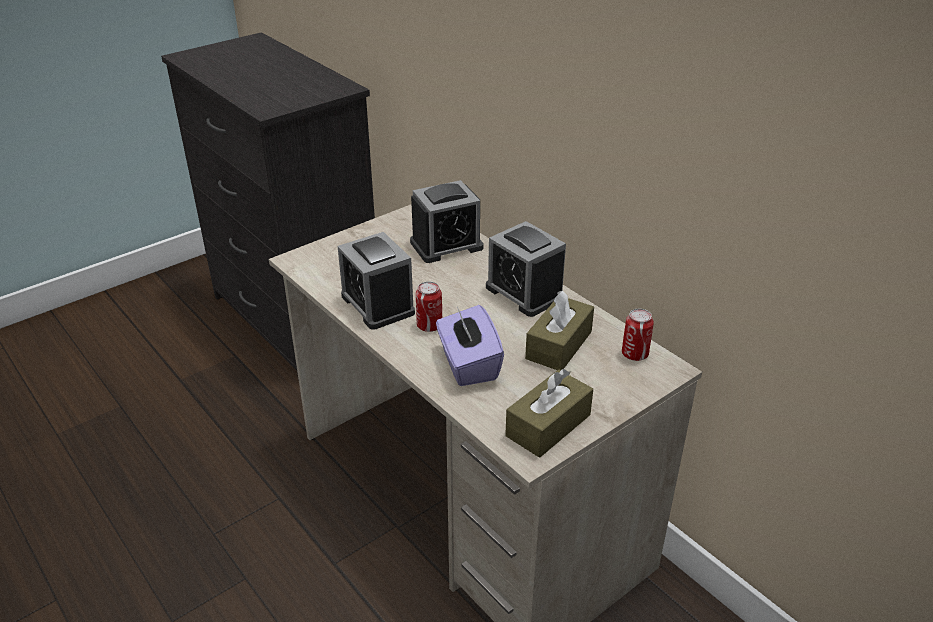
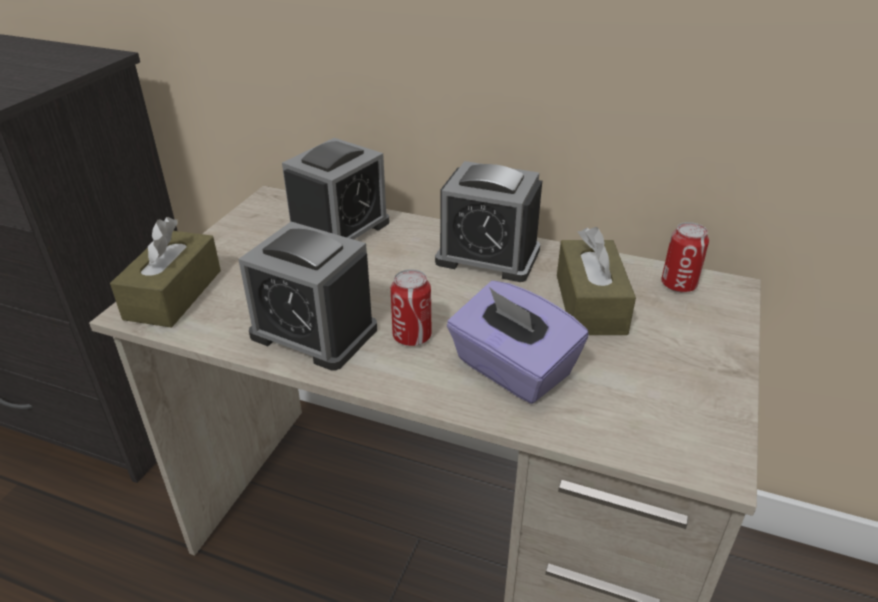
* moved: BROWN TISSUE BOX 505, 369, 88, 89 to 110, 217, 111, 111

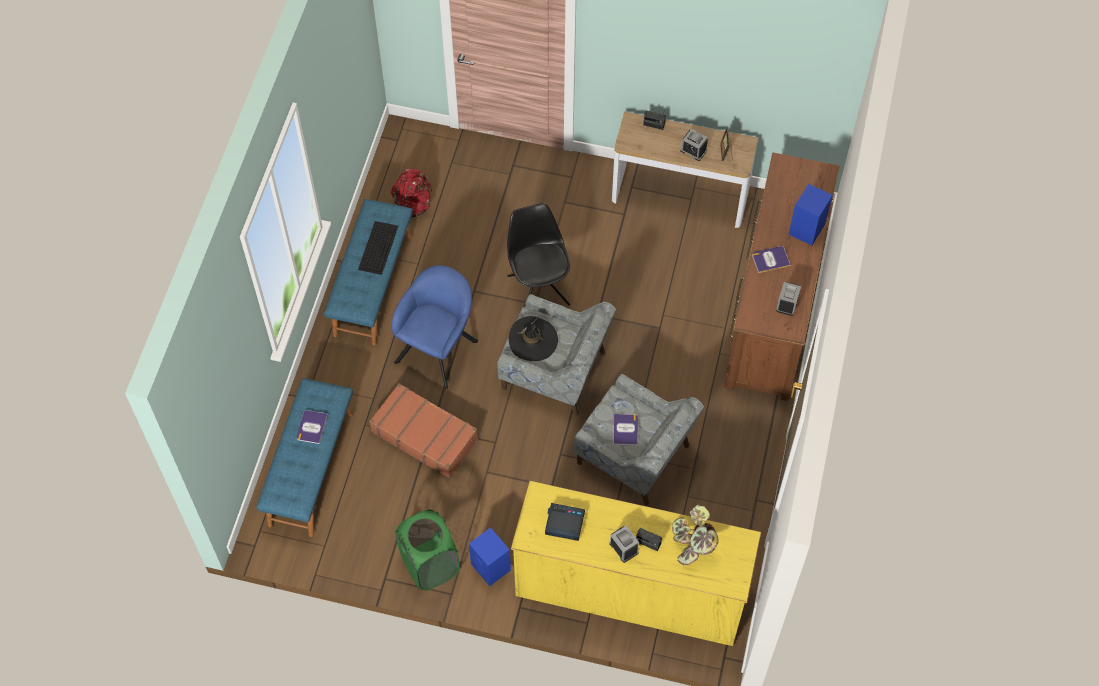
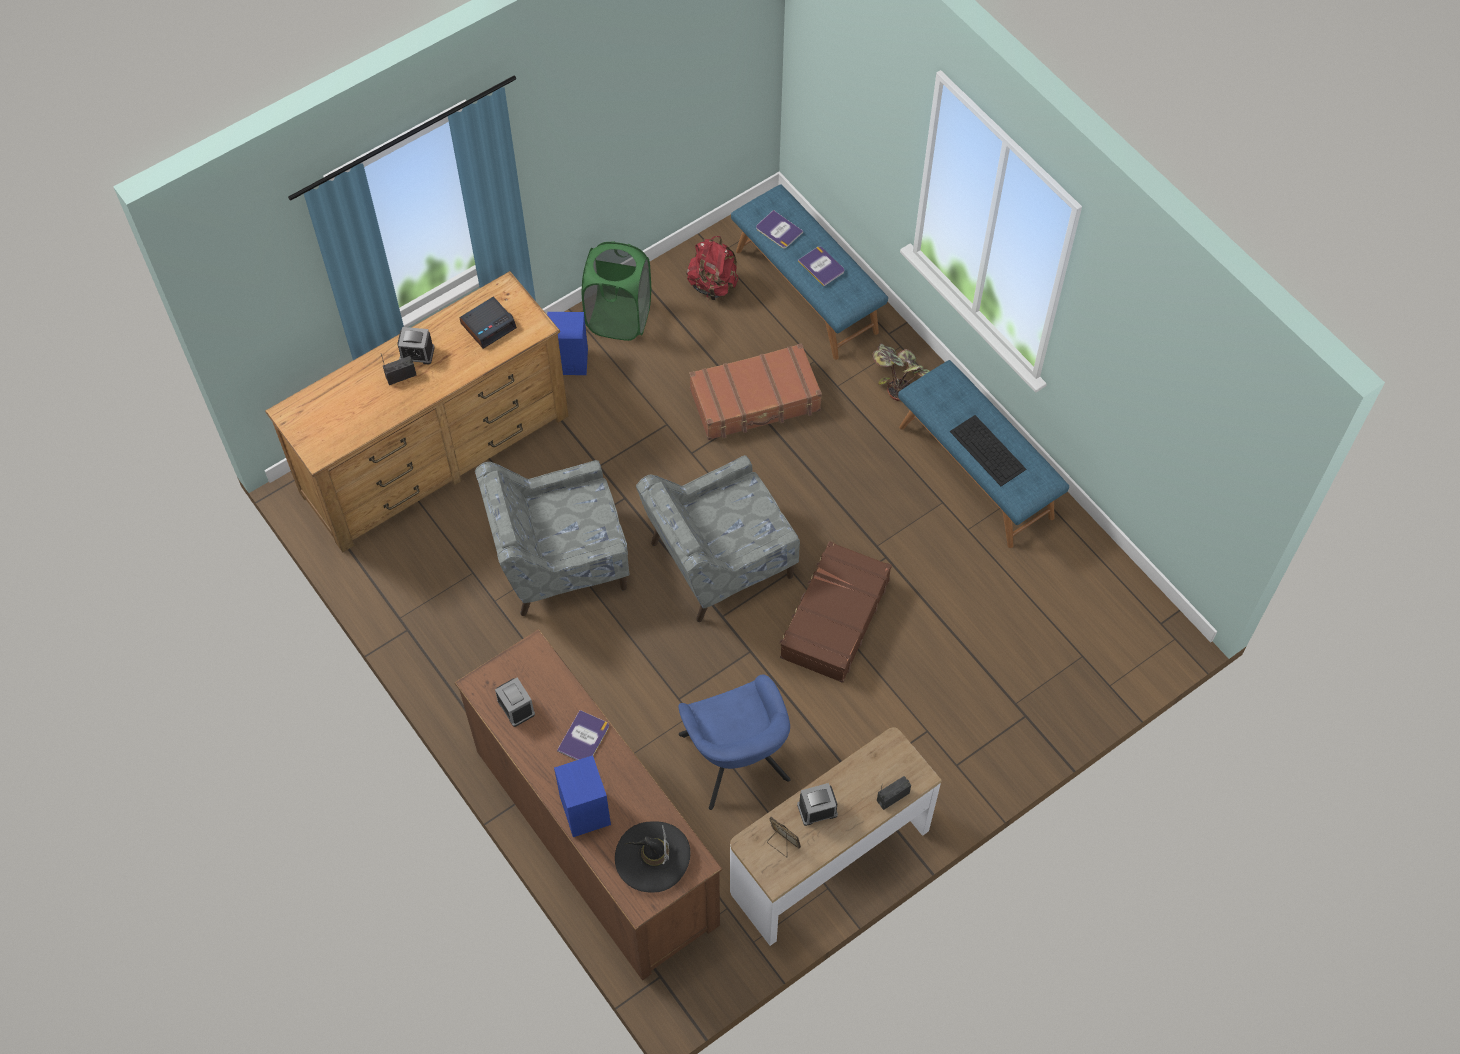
* recoloured: YELLOW DRESSER 511, 480, 250, 166 to BROWN DRESSER 265, 271, 304, 281
* moved: BLACK HAT 509, 316, 49, 45 to 615, 821, 75, 72
* moved: BLUE ARMCHAIR 392, 265, 86, 124 to 679, 674, 112, 136
* moved: RED BACKPACK 391, 169, 41, 51 to 686, 236, 52, 64
* moved: BOOK 613, 414, 25, 31 to 756, 210, 47, 38
* replaced: BLACK CHAIR 507, 203, 63, 104 to BROWN SUITCASE 779, 541, 113, 142
* moved: POTTED PLANT 672, 505, 47, 60 to 872, 343, 58, 58

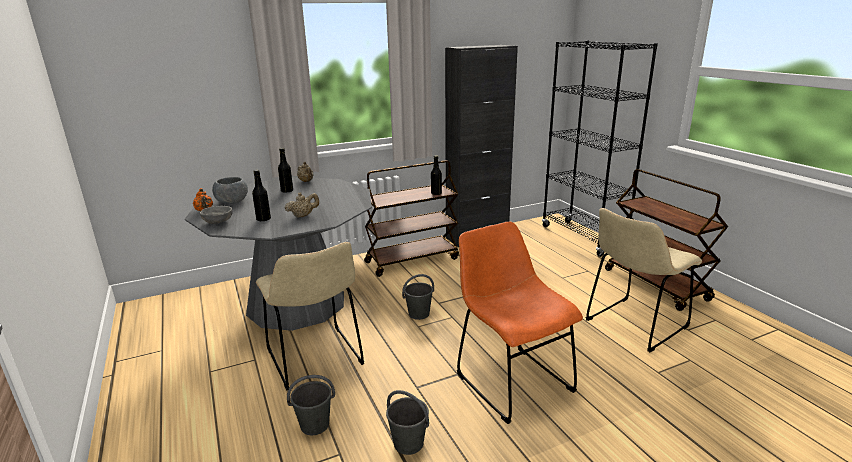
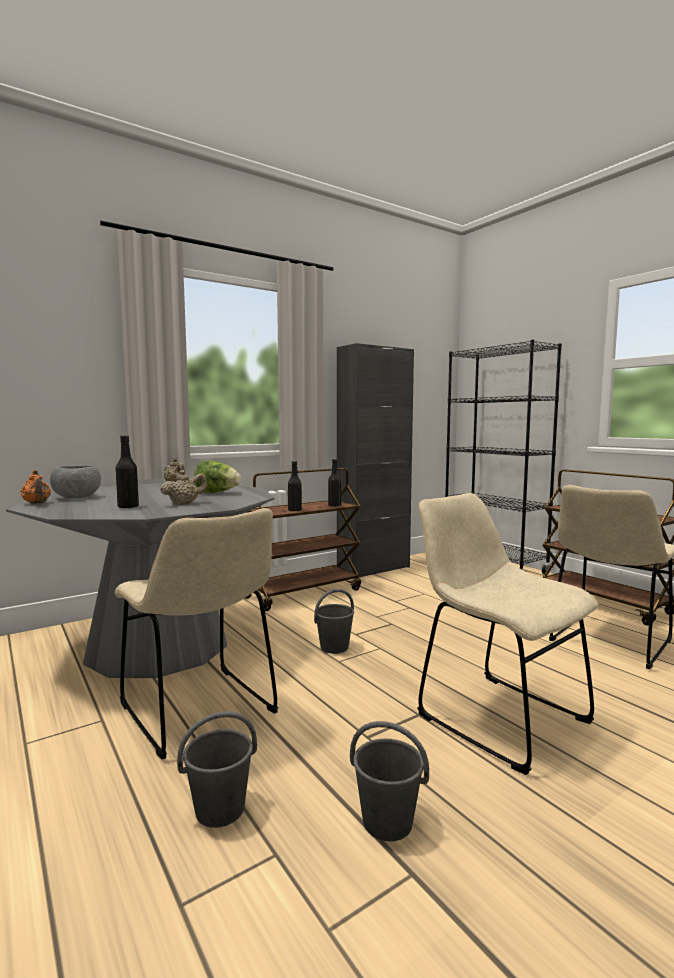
* added: LETTUCE 194, 460, 47, 33
* moved: BLACK BOTTLE 278, 148, 15, 45 to 288, 461, 14, 50
* recoloured: ORANGE CHAIR 457, 221, 126, 203 to BEIGE CHAIR 417, 493, 182, 282
* removed: GREY BOWL 200, 206, 33, 18

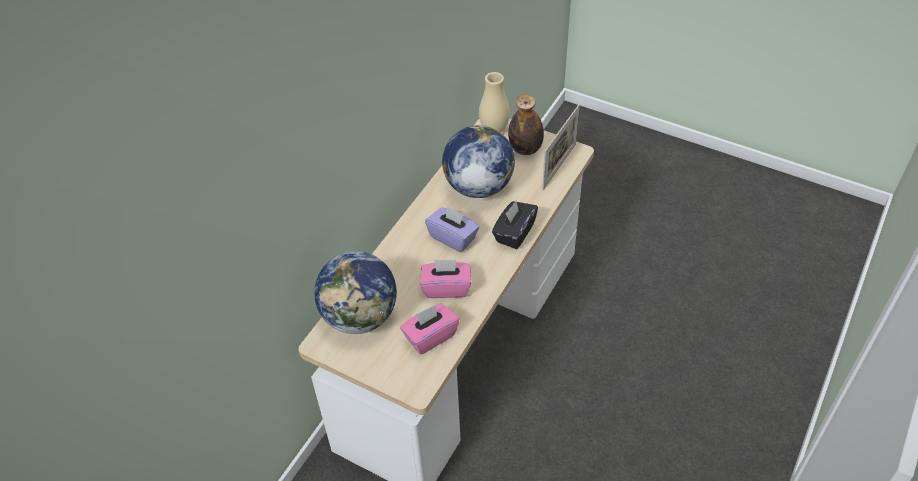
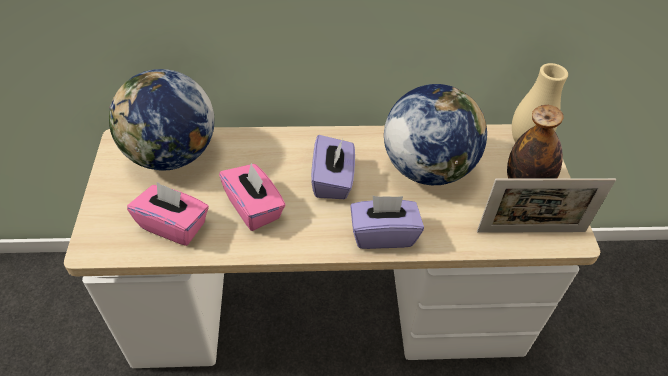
* recoloured: BLACK TISSUE BOX 492, 201, 46, 48 to PURPLE TISSUE BOX 350, 196, 74, 53

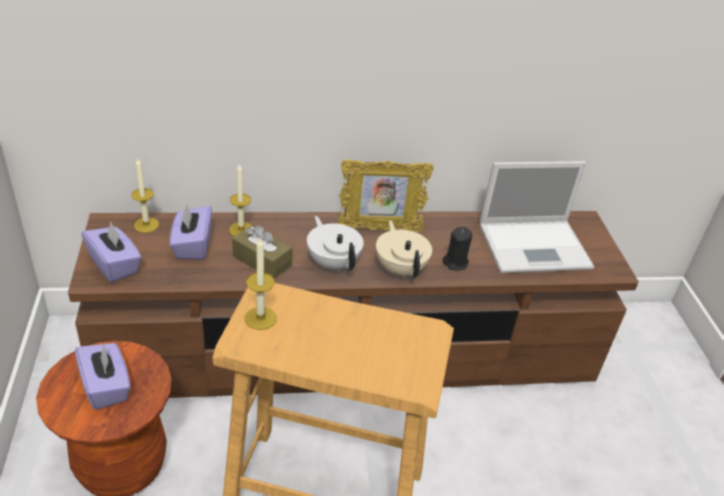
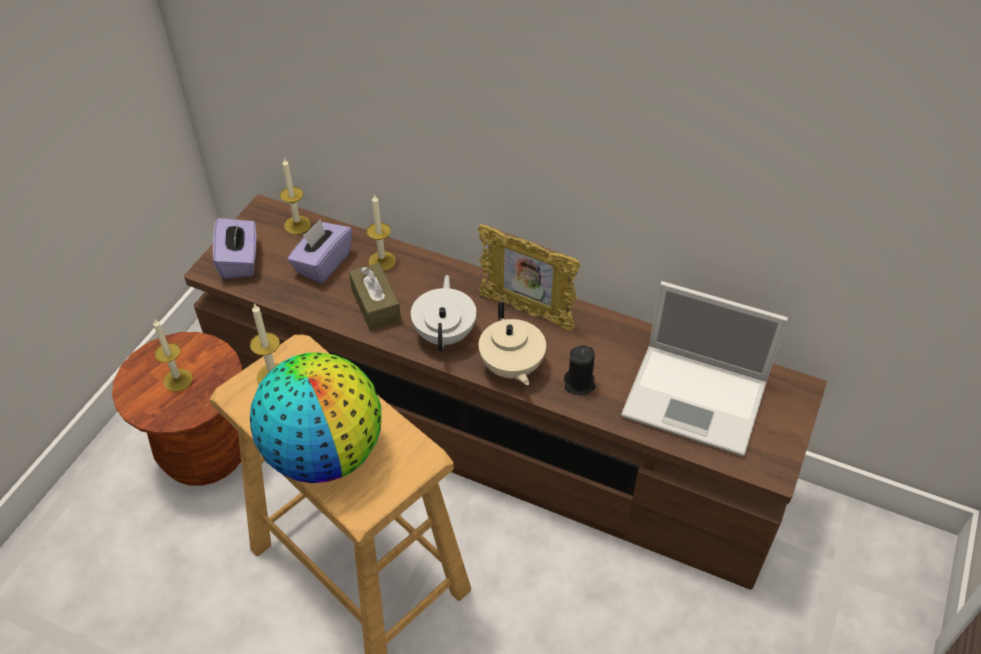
* replaced: PURPLE TISSUE BOX 75, 342, 56, 68 to CANDLE 153, 318, 40, 74
* added: GLOBE 250, 352, 131, 131
* turned: BEIGE TEAPOT 376, 220, 56, 58 = 479, 302, 67, 83 150 degrees clockwise

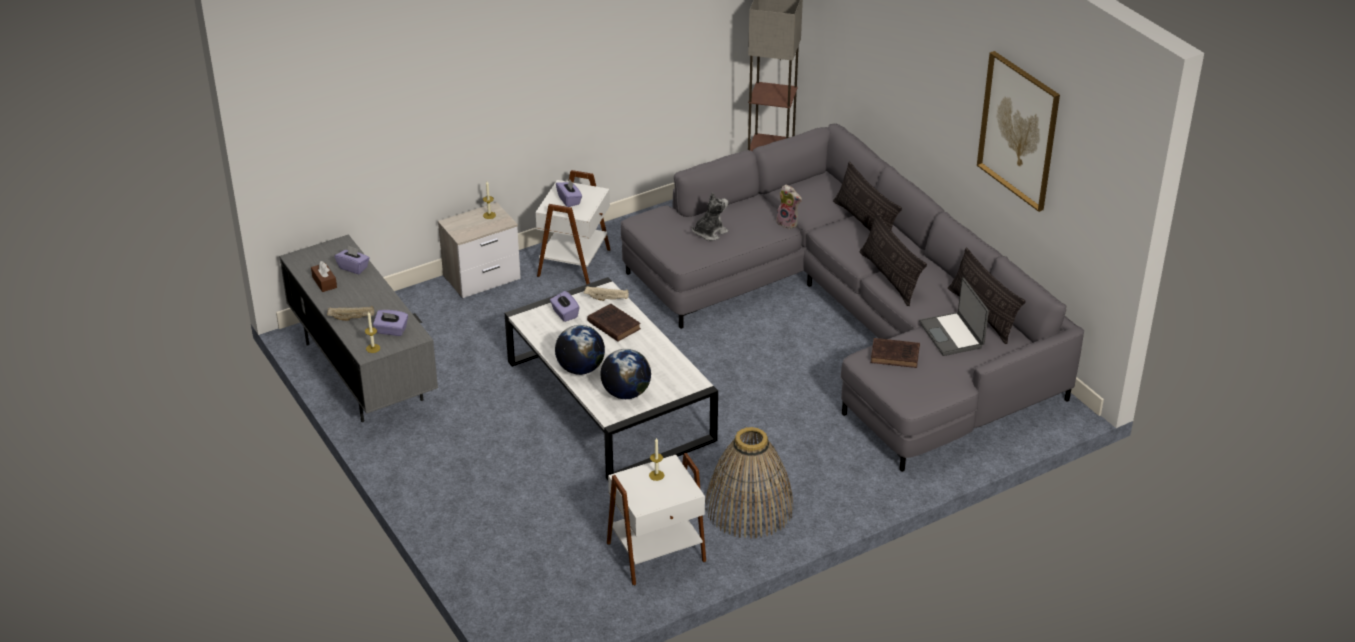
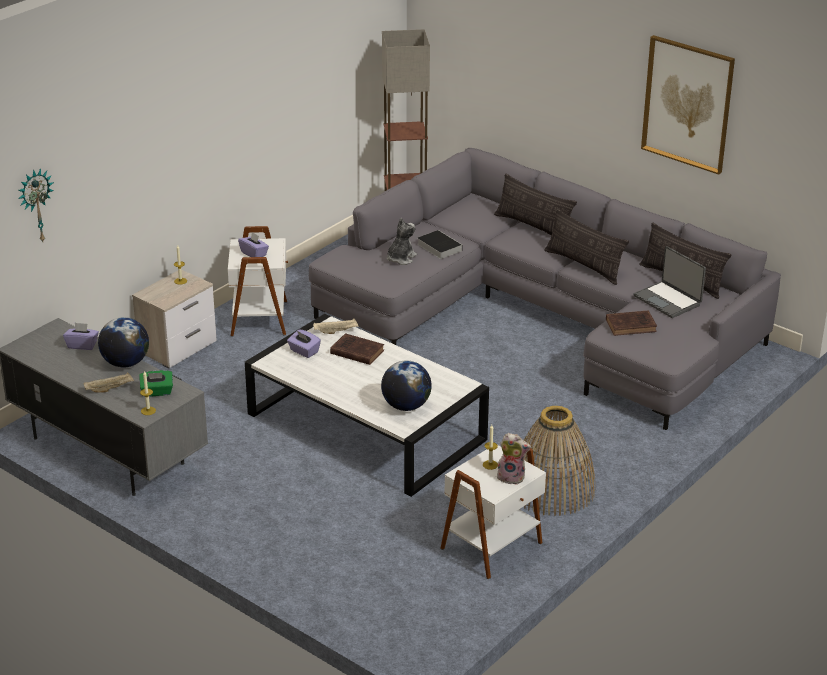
* added: WALL CLOCK 18, 168, 36, 74
* moved: GLOBE 555, 325, 50, 50 to 98, 317, 51, 51
* recoloured: PURPLE TISSUE BOX 373, 310, 35, 26 to GREEN TISSUE BOX 139, 370, 34, 27
* added: BOOK 417, 230, 45, 29
* moved: PLUSH TOY 776, 185, 26, 44 to 497, 433, 34, 52
* removed: BROWN TISSUE BOX 311, 261, 26, 31

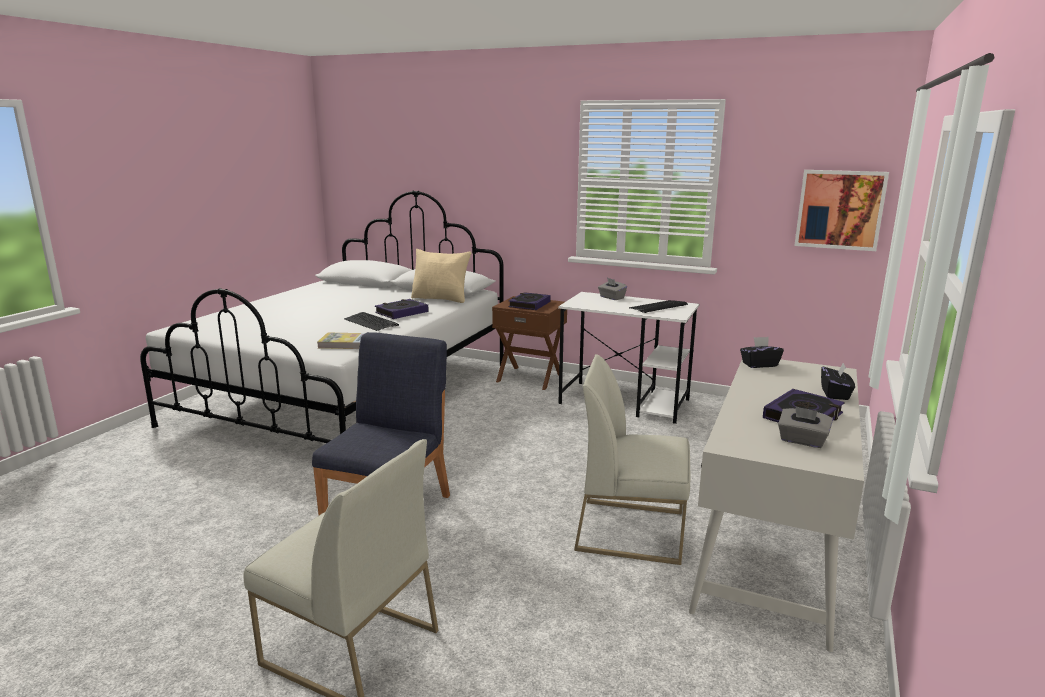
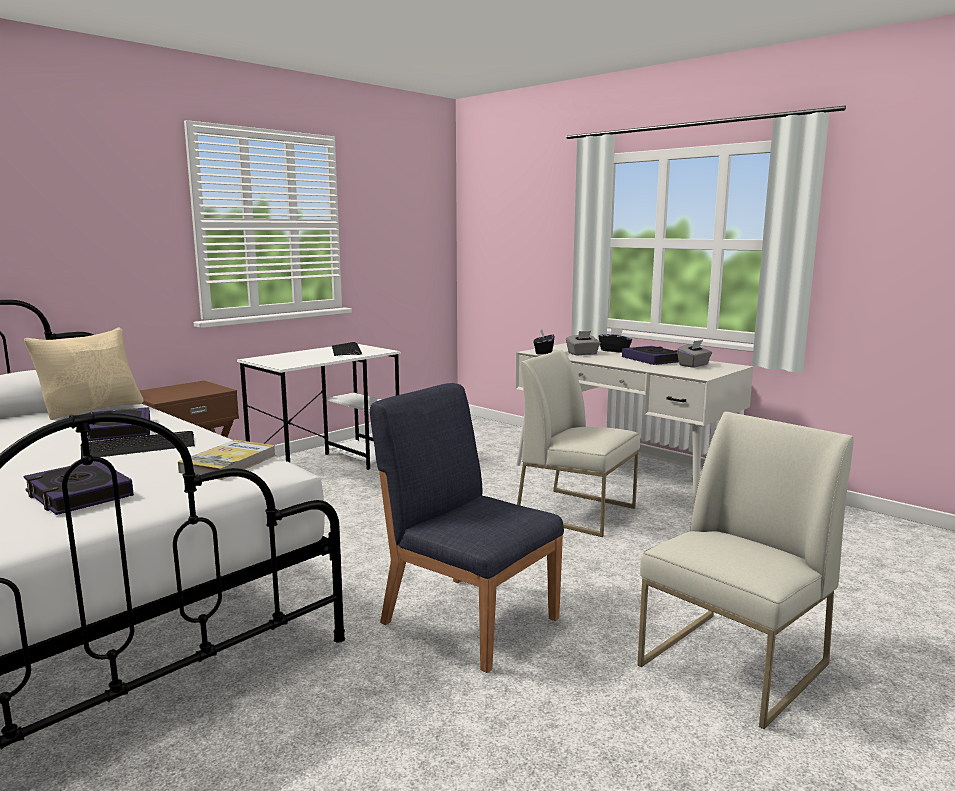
* moved: BOOK 509, 292, 42, 18 to 24, 461, 110, 54
* turned: WHITE CHAIR 574, 354, 116, 211 = 517, 350, 123, 187 90 degrees clockwise
* moved: GREY TISSUE BOX 598, 278, 29, 22 to 566, 331, 34, 24
* removed: PICTURE 794, 170, 95, 81

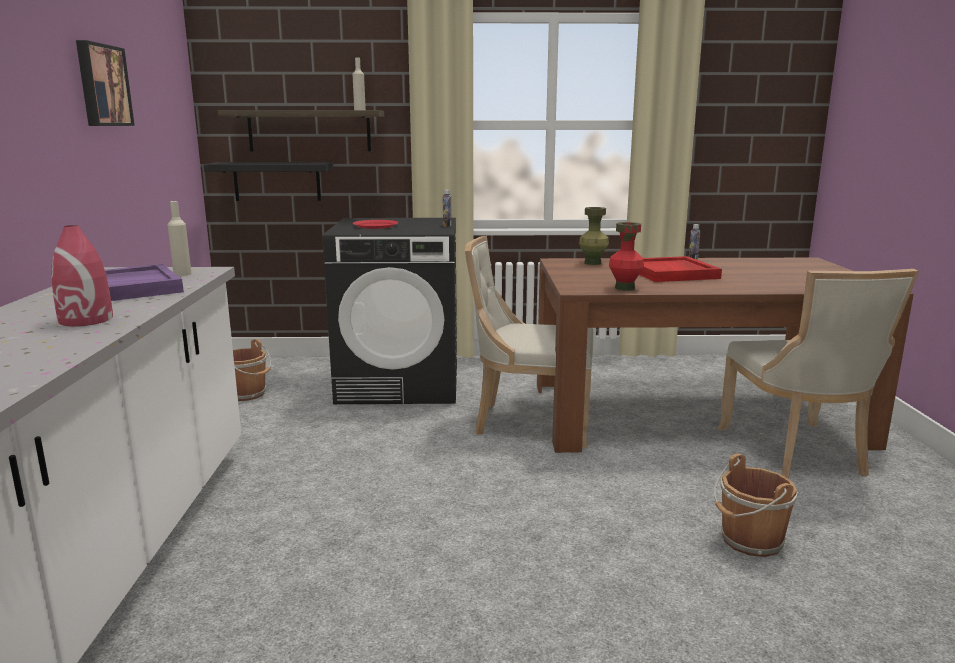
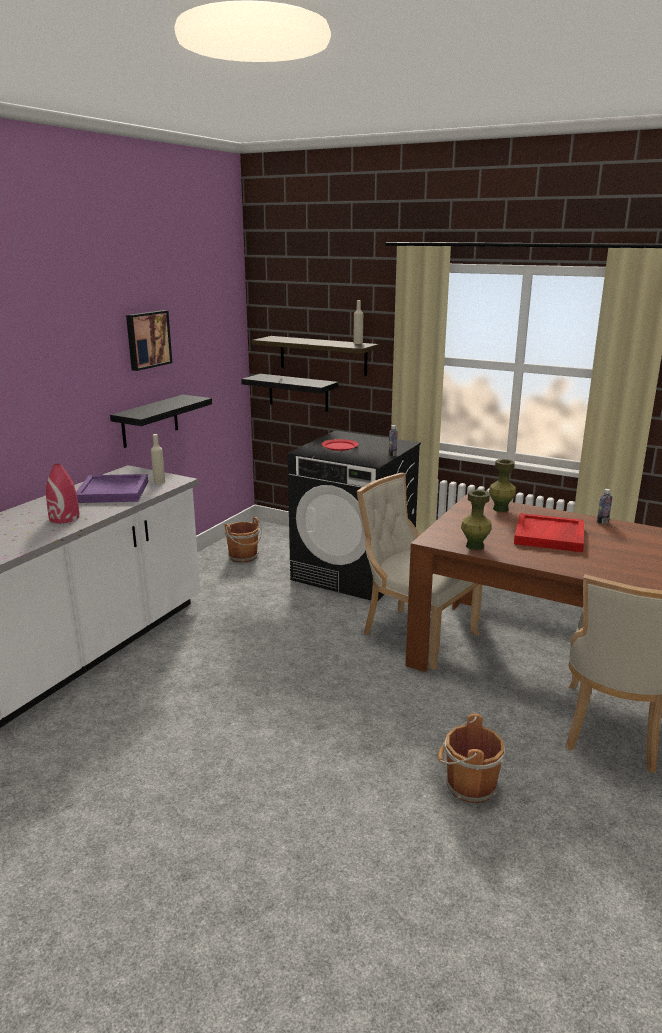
* added: BLACK SHELF 110, 395, 102, 53
* recoloured: RED VASE 609, 222, 35, 69 to GREEN VASE 461, 490, 31, 60

